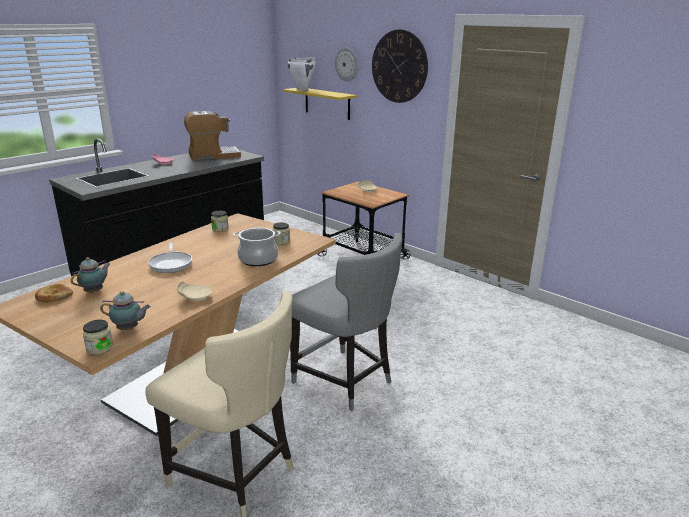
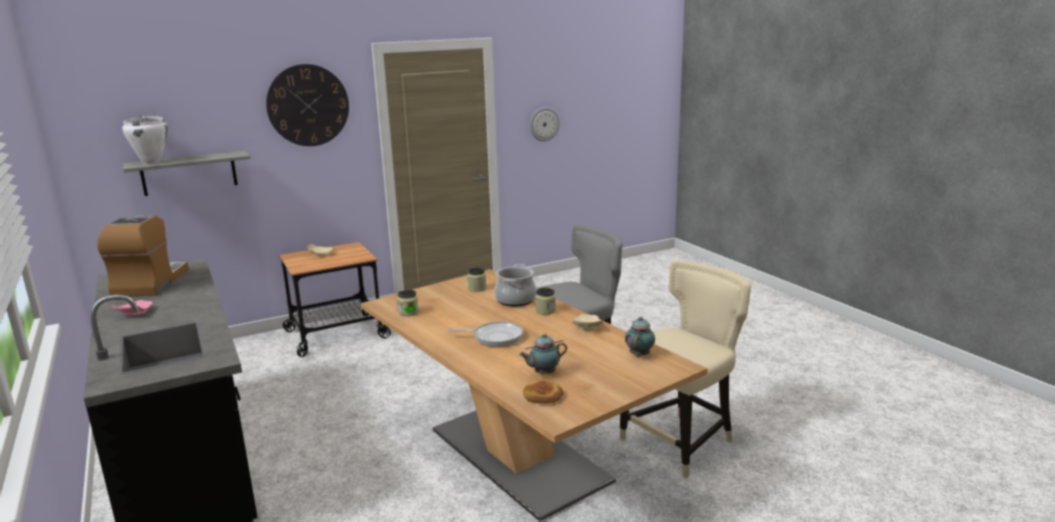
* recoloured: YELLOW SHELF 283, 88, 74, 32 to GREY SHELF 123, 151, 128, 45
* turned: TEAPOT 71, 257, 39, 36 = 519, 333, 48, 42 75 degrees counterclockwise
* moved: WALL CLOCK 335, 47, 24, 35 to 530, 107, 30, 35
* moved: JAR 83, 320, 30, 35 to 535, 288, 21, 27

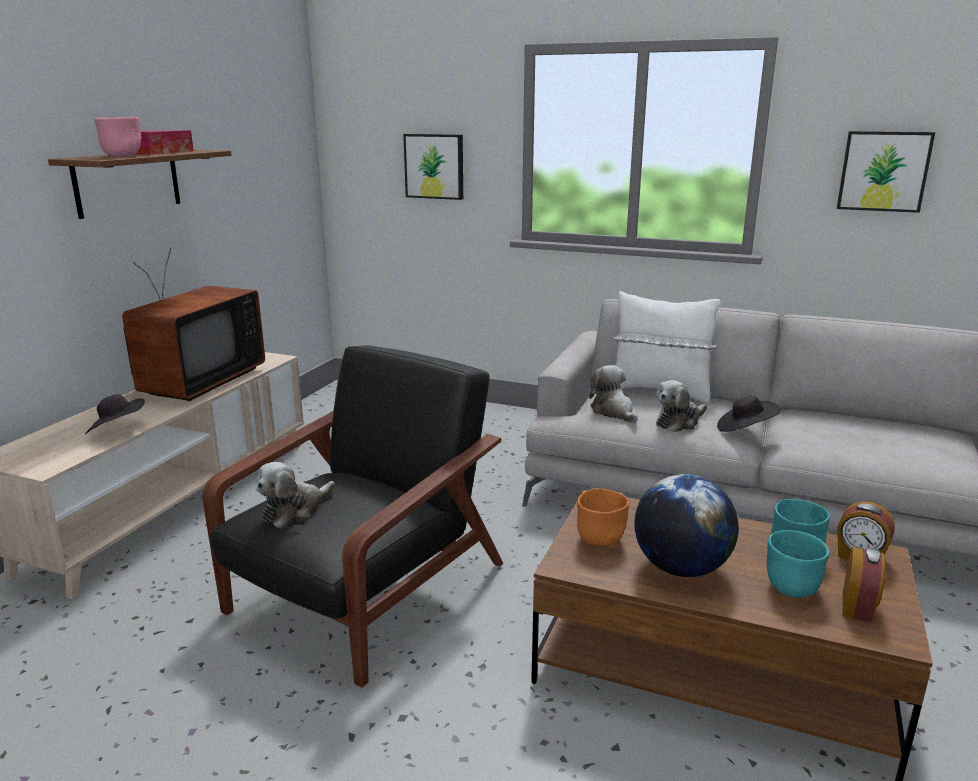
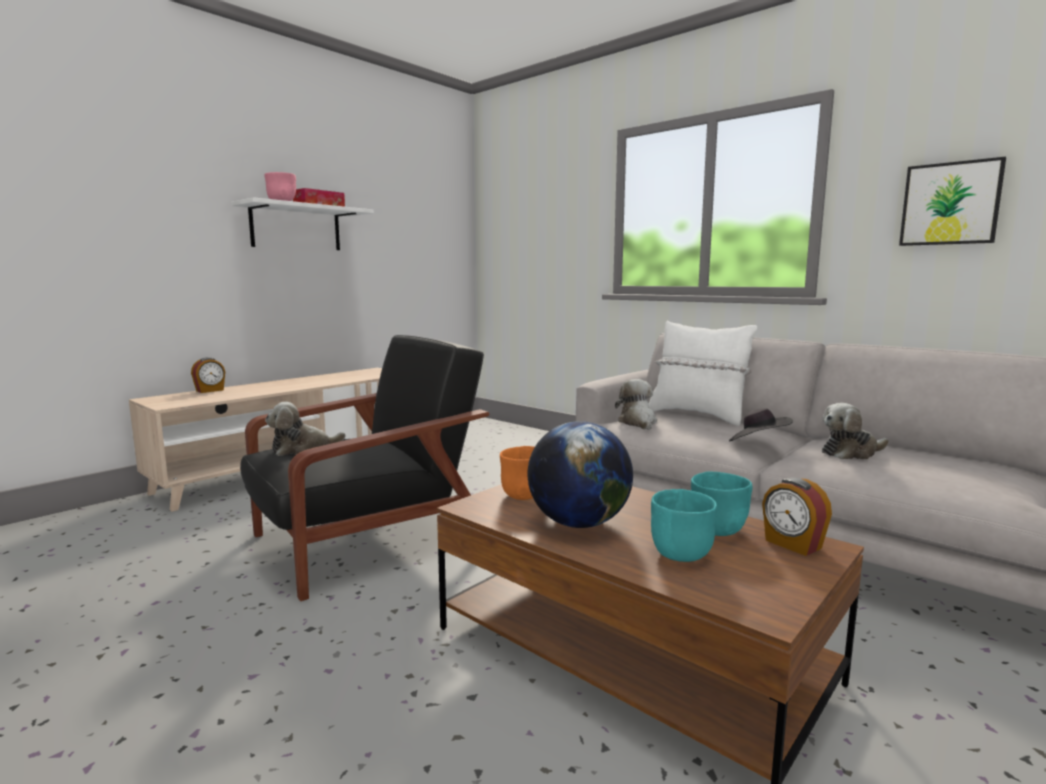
* moved: ALARM CLOCK 842, 547, 44, 76 to 191, 357, 34, 36
* recoloured: BROWN SHELF 48, 150, 184, 69 to WHITE SHELF 232, 197, 142, 53
* moved: PLUSH TOY 656, 380, 51, 52 to 822, 403, 66, 56
* removed: BLACK HAT 85, 394, 60, 40
* removed: TELEVISION 122, 248, 143, 153
* removed: PICTURE 403, 134, 60, 66

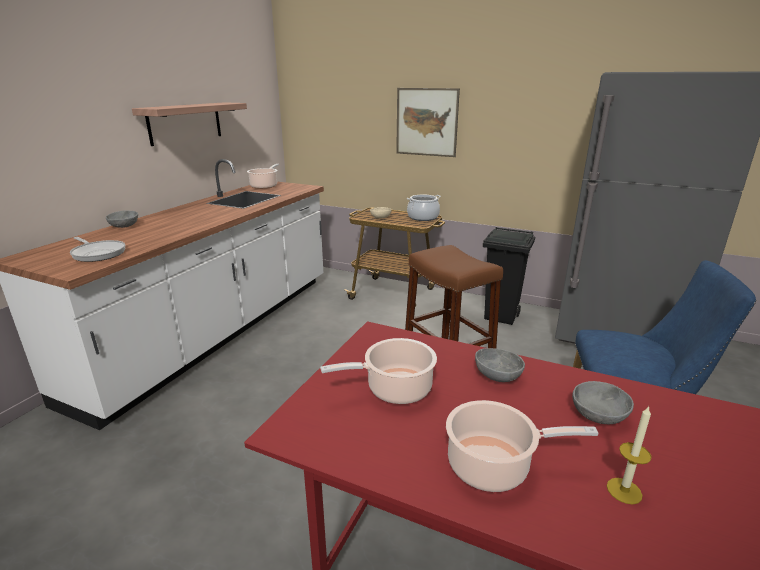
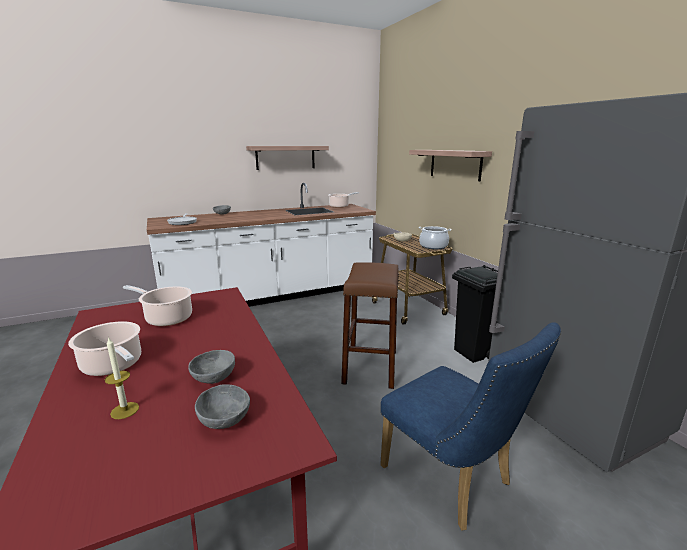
* moved: GREY BOWL 475, 348, 50, 34 to 195, 384, 55, 45
* replaced: PICTURE 396, 88, 64, 69 to SHELF 409, 150, 83, 31

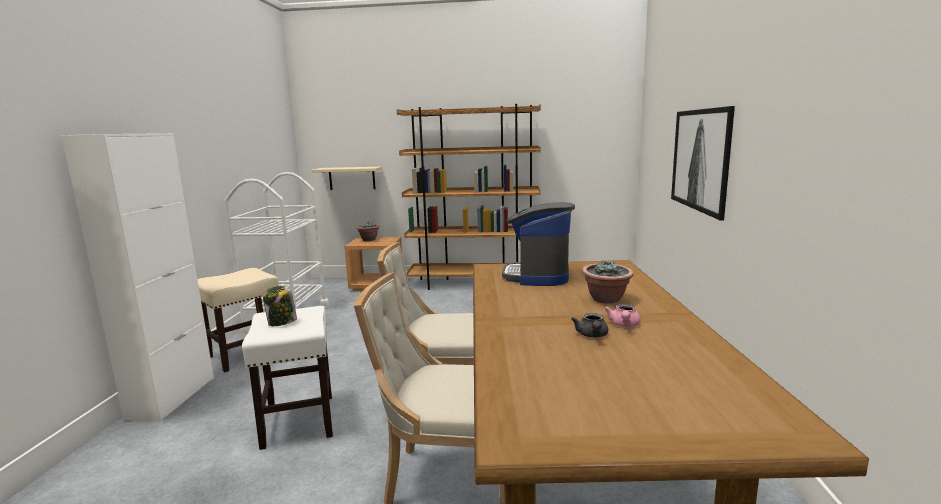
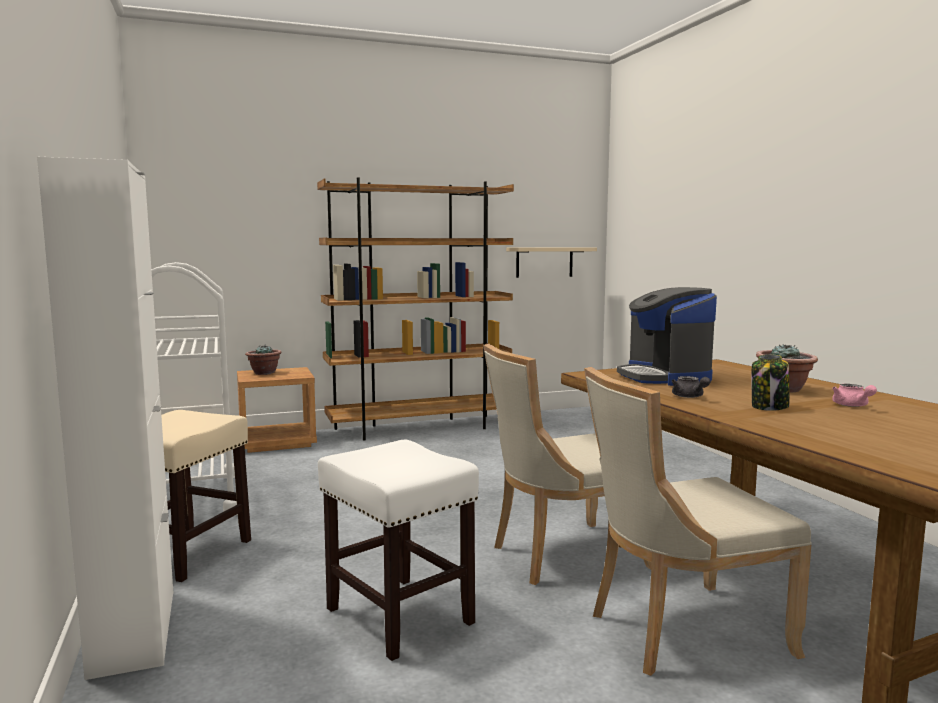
* moved: BEIGE SHELF 312, 167, 70, 23 to 506, 247, 91, 31
* moved: GREY TEAPOT 571, 313, 37, 25 to 672, 376, 38, 22
* moved: JAR 263, 286, 34, 40 to 751, 355, 38, 56
* removed: PICTURE 671, 106, 64, 115

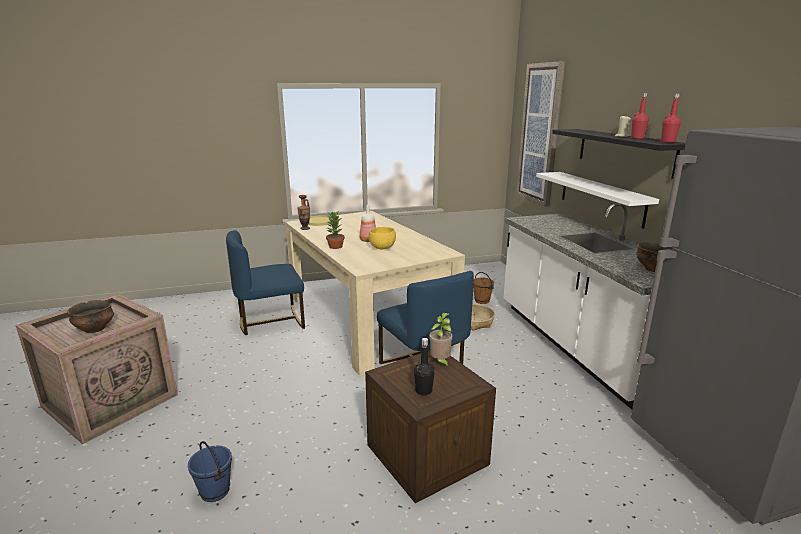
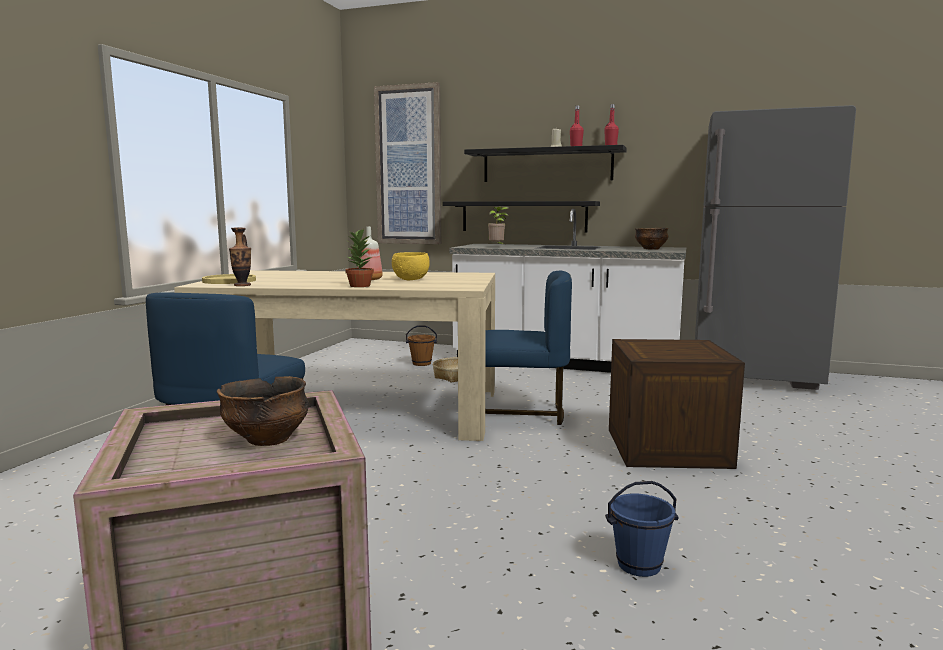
* recoloured: WHITE SHELF 536, 172, 123, 57 to BLACK SHELF 443, 201, 157, 32
* moved: POTTED PLANT 429, 313, 24, 56 to 488, 206, 21, 38
* removed: BLACK BOTTLE 414, 338, 21, 57

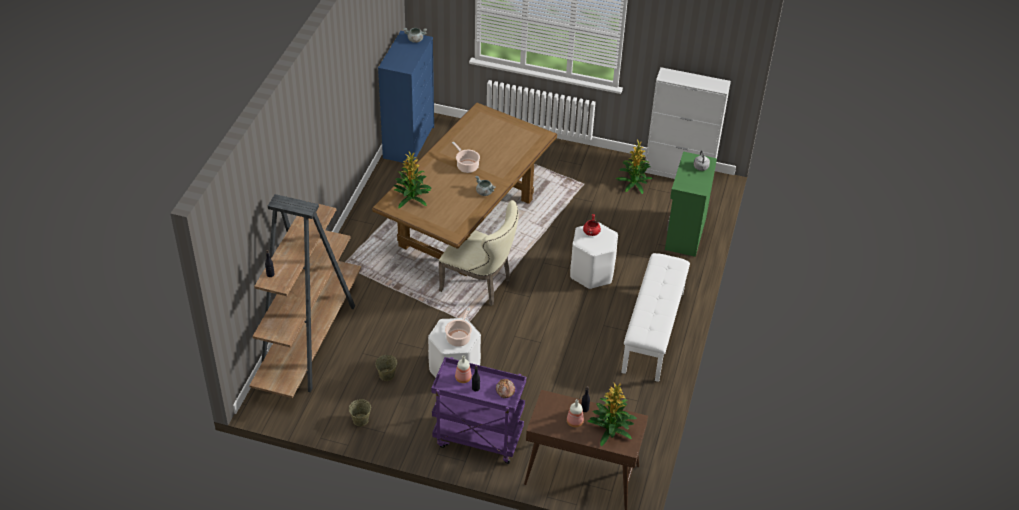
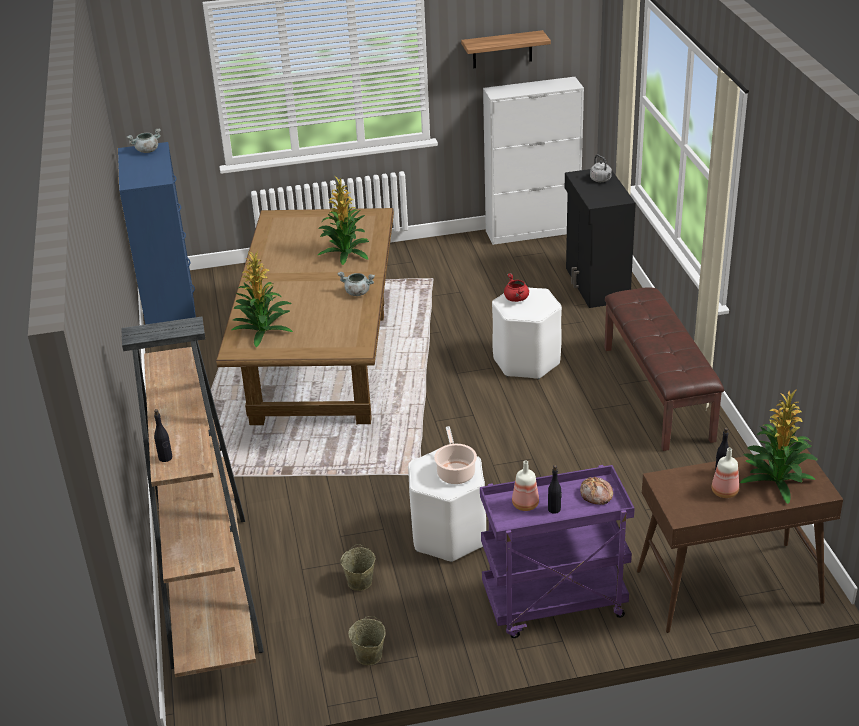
* moved: POTTED PLANT 616, 140, 37, 54 to 318, 176, 51, 89
* added: SHELF 461, 30, 90, 38
* recoloured: GREEN CABINET 665, 151, 52, 106 to BLACK CABINET 565, 169, 71, 139
* recoloured: WHITE BENCH 621, 253, 69, 129 to BROWN BENCH 604, 287, 120, 164
* removed: BEIGE CHAIR 438, 200, 81, 106
* removed: COOKING POT 452, 142, 28, 31

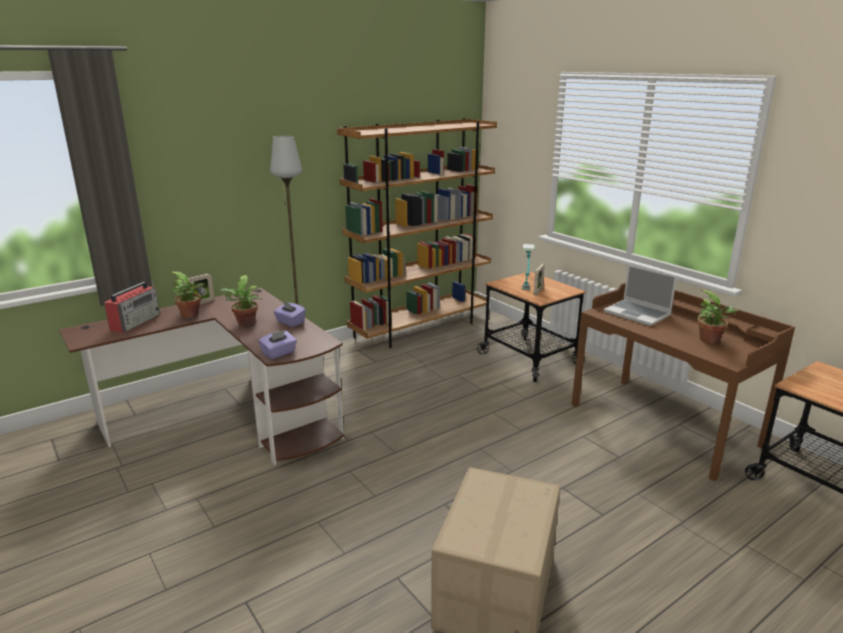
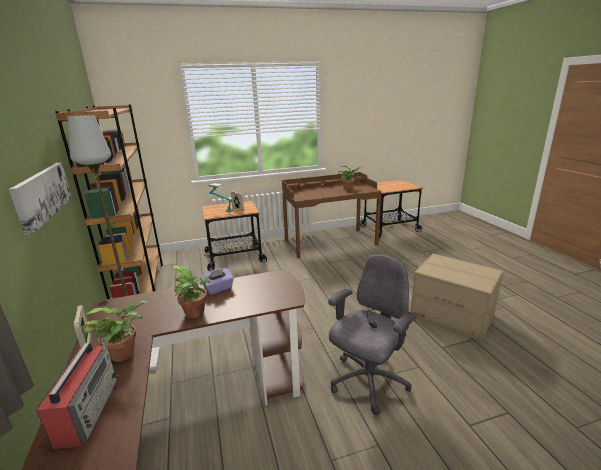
* added: PICTURE 9, 162, 63, 74
* turned: RADIO 104, 280, 56, 53 = 36, 337, 82, 112 45 degrees clockwise
* added: GREY OFFICE CHAIR 328, 254, 89, 161
* removed: PURPLE TISSUE BOX 259, 330, 38, 29
* removed: LAPTOP 604, 264, 73, 62

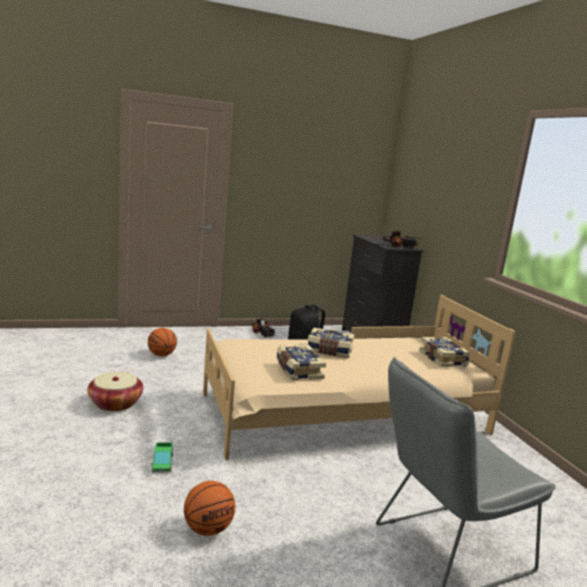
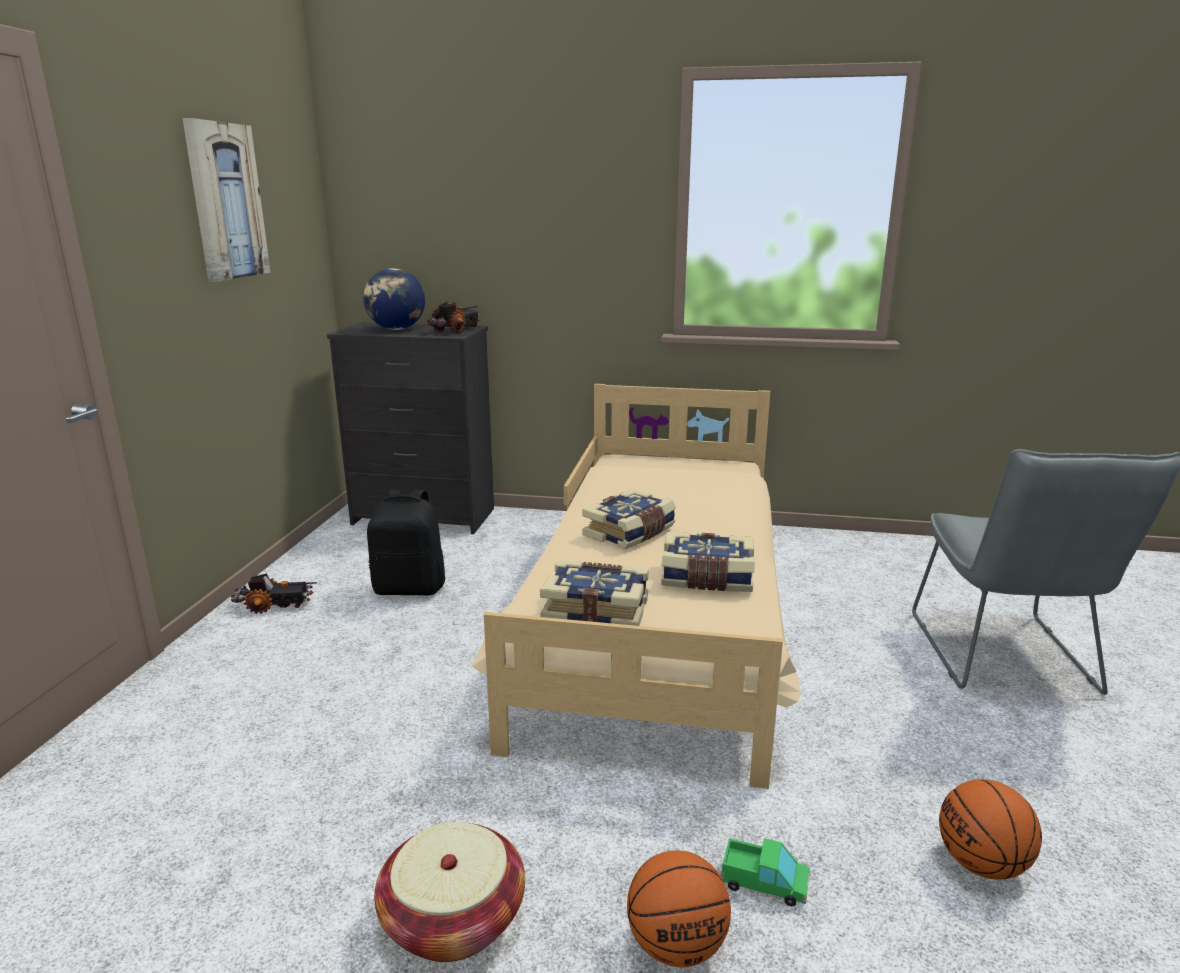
* added: PICTURE 183, 118, 88, 164
* added: GLOBE 363, 268, 62, 62
* moved: BOOK 419, 337, 51, 30 to 540, 561, 109, 65
* moved: BASKETBALL 148, 328, 29, 28 to 627, 851, 104, 116

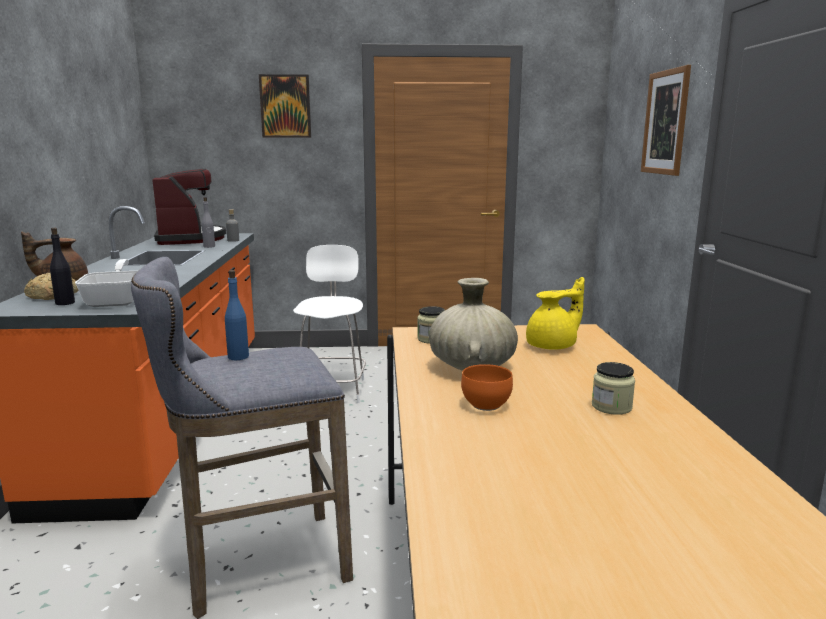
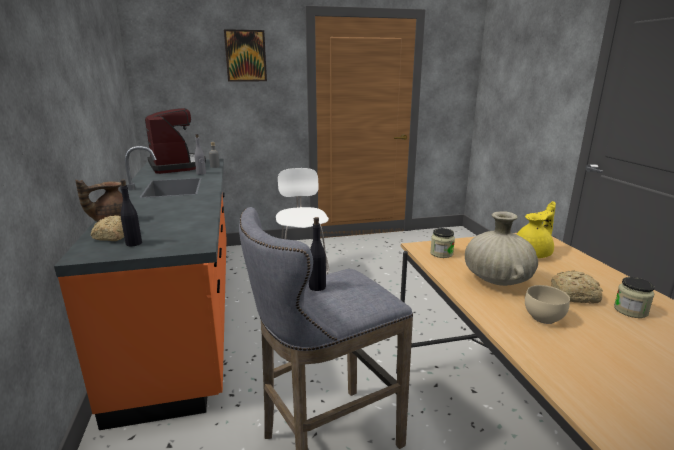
* recoloured: BLUE BOTTLE 225, 270, 24, 90 to BLACK BOTTLE 309, 217, 17, 74
* recoloured: ORANGE BOWL 461, 364, 52, 47 to BEIGE BOWL 525, 285, 45, 39
* added: BREAD 551, 270, 52, 34
* removed: FRYING PAN 75, 259, 63, 48
* removed: PICTURE 641, 65, 50, 111

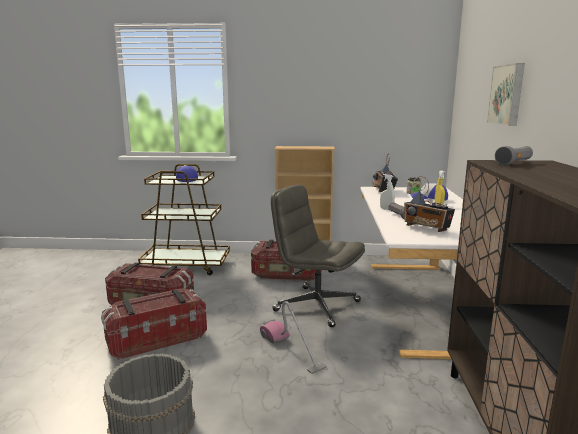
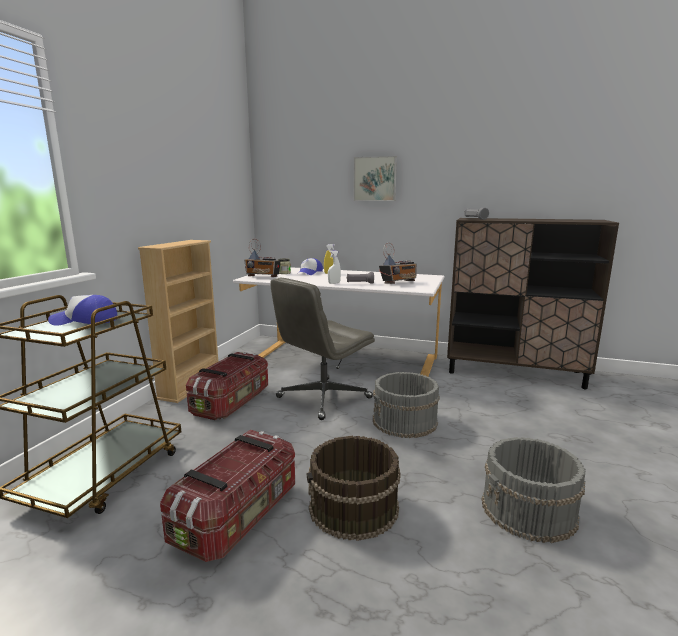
* replaced: STORAGE BOX 101, 289, 106, 71 to BROWN BUCKET 307, 435, 94, 106
* replaced: VACUUM CLEANER 260, 301, 67, 73 to GREY BUCKET 373, 372, 67, 66

